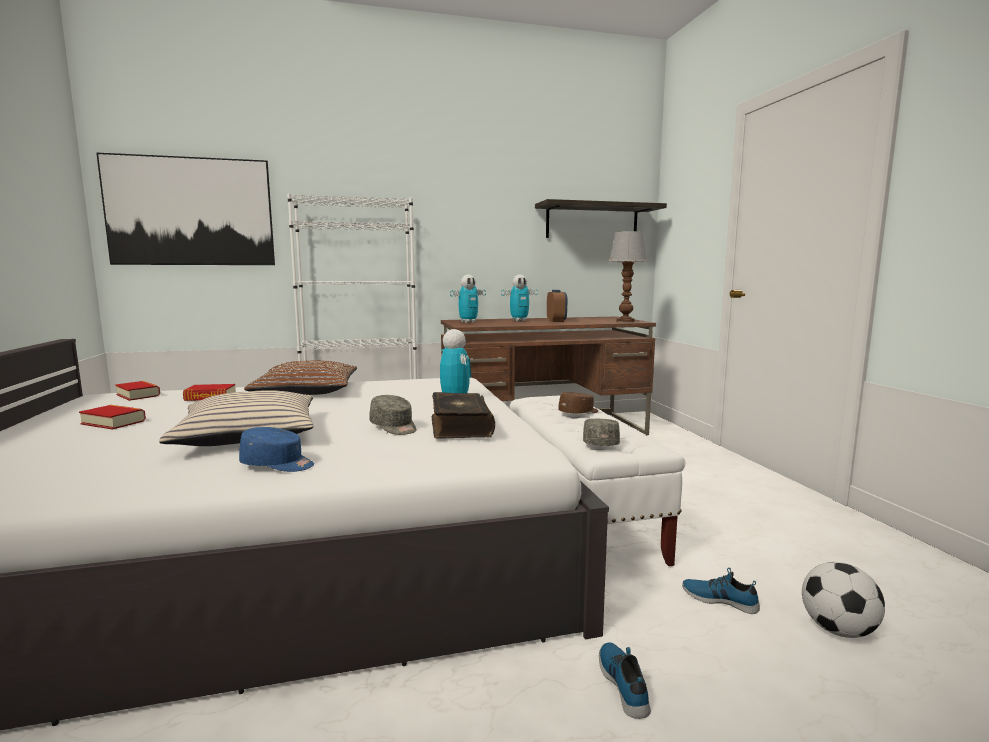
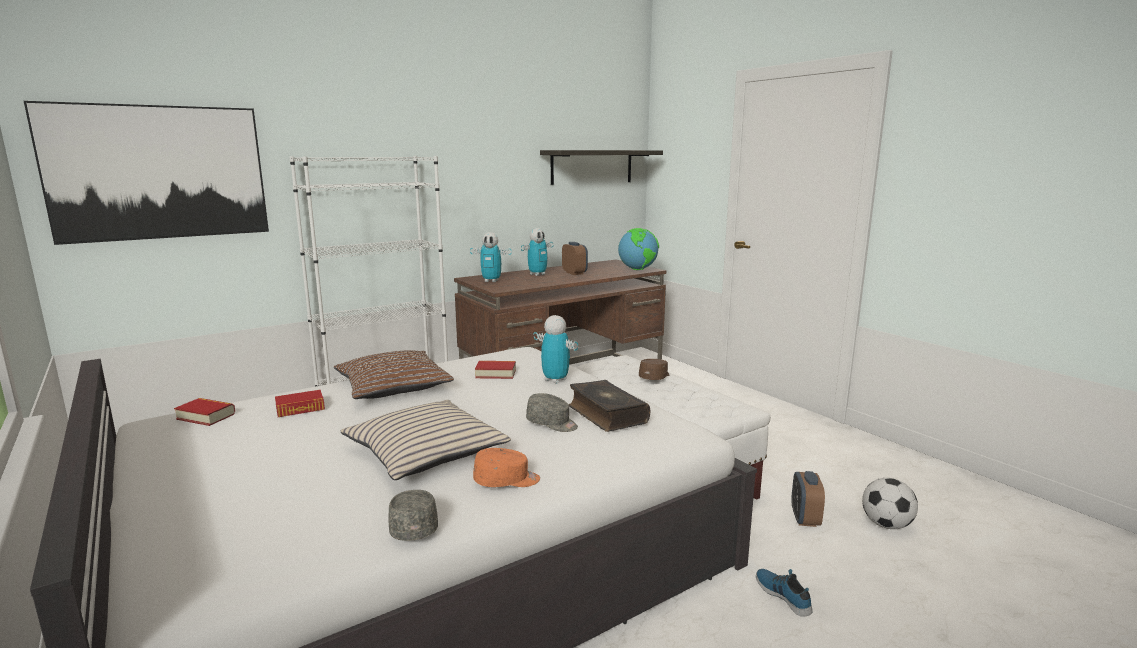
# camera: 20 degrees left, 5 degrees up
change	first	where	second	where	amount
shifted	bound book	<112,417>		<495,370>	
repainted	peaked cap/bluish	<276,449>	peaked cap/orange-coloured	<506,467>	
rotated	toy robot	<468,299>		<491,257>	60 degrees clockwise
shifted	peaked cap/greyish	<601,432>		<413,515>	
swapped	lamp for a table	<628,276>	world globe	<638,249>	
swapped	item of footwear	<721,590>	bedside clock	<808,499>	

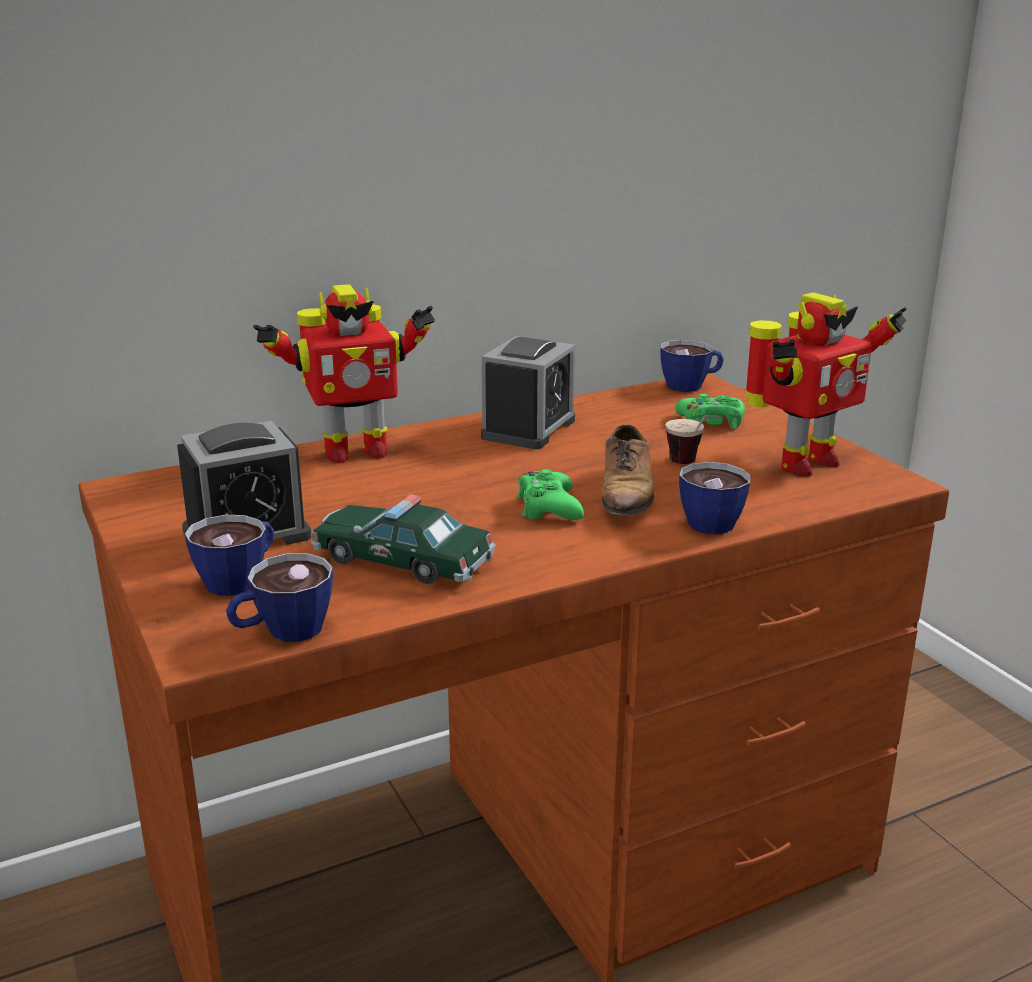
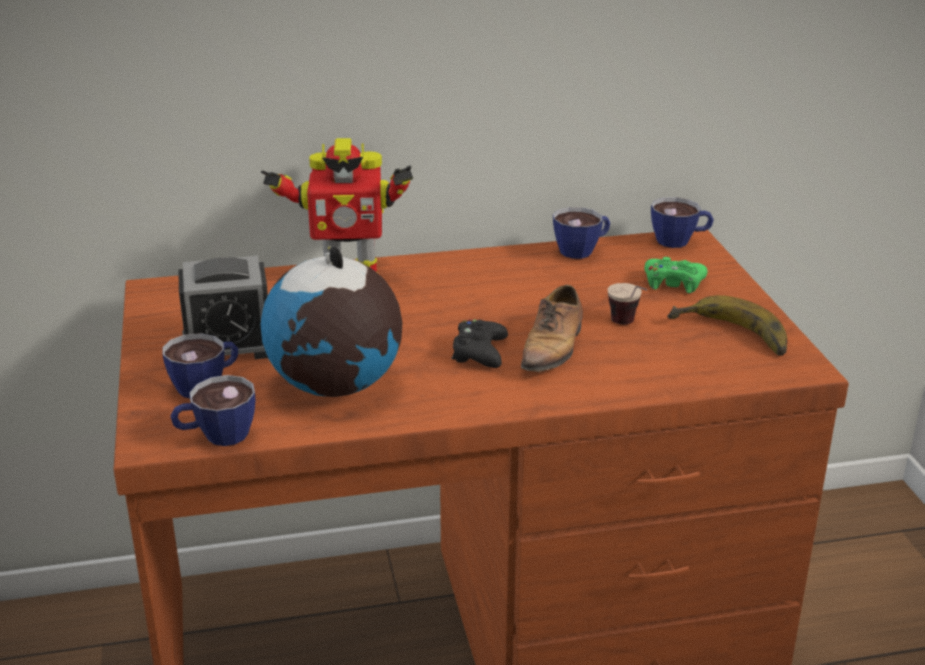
# camera: 15 degrees right, 5 degrees up
change	first	where	second	where	amount
swapped	toy car	<403,539>	world globe	<331,321>	
gone	bedside clock	<528,392>			
repainted	joypad/green	<550,494>	joypad/black-coloured	<479,343>	
shifted	drinking cup	<715,498>		<581,233>	
swapped	toy robot	<825,384>	whole banana	<727,325>	

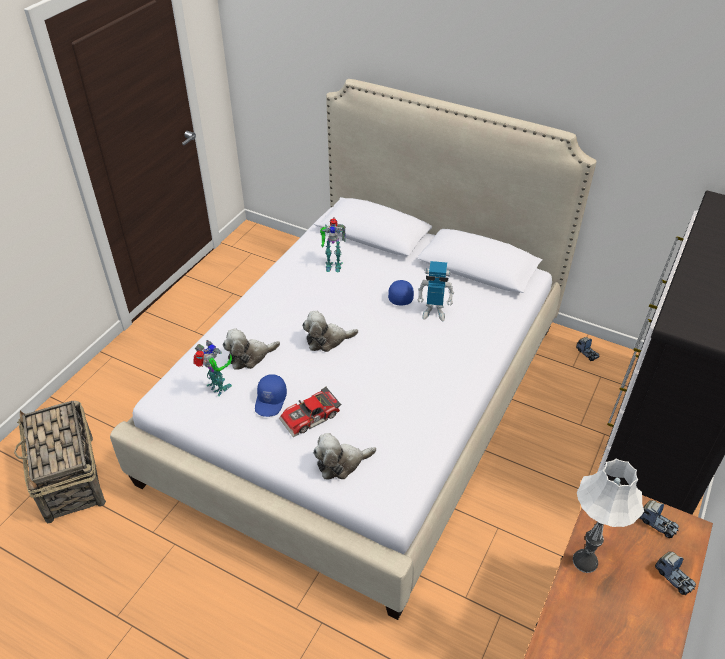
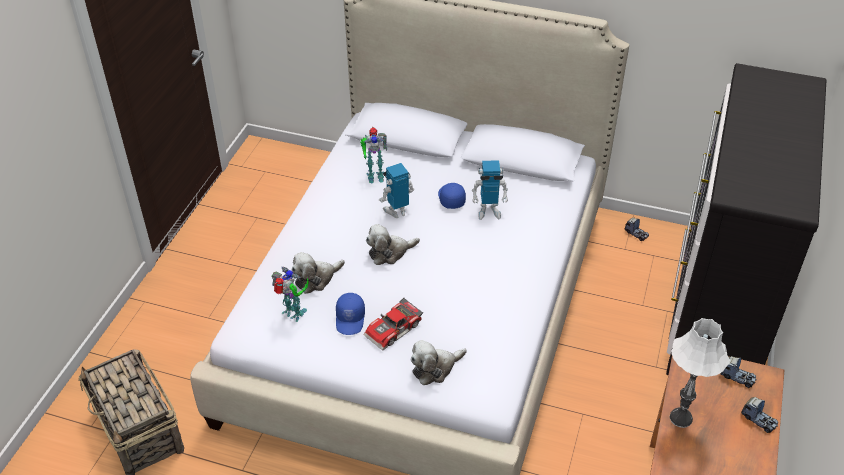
# camera: 10 degrees left, 0 degrees up
change	first	where	second	where	amount
new			toy robot	<397,190>	

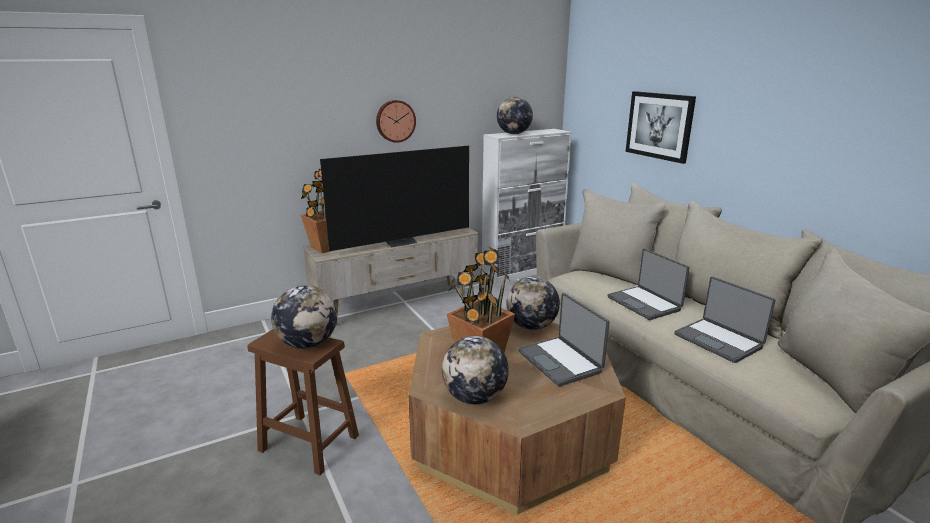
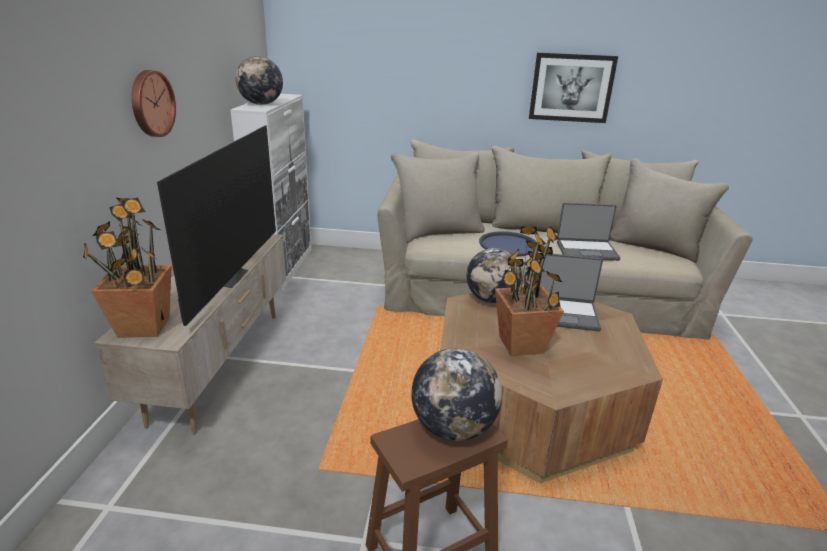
# camera: 55 degrees left, 5 degrees up
change	first	where	second	where	amount
gone	world globe	<475,370>			
swapped	laptop	<648,284>	tray/bluish	<508,243>	
shifted	wall art	<661,127>		<573,88>	

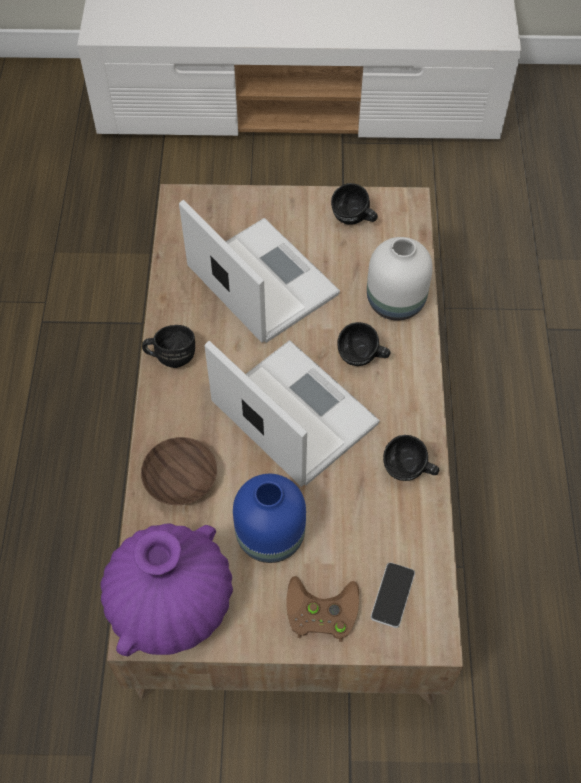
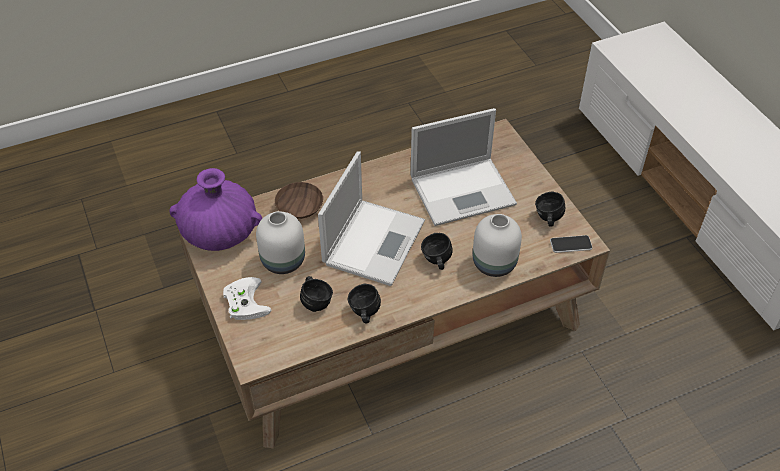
# camera: 65 degrees right, 10 degrees down
change	first	where	second	where	amount
shifted	coffee mug/black-coloured	<168,346>		<316,294>	
rotated	laptop	<259,271>		<464,167>	45 degrees clockwise
repainted	vase/bluish	<269,518>	vase/whitish	<280,242>	
repainted	joypad/brown	<322,609>	joypad/whitish	<247,298>	
shifted	phone	<393,595>		<571,244>	

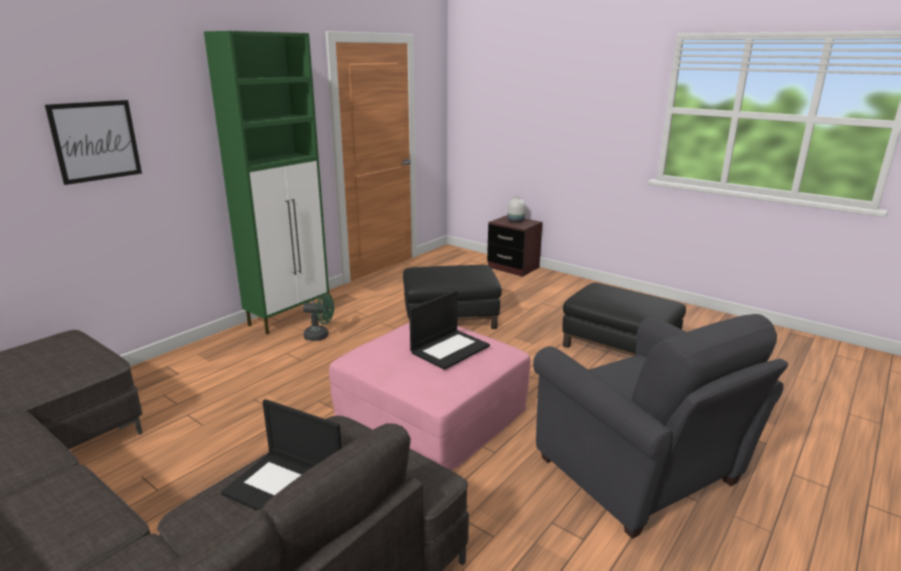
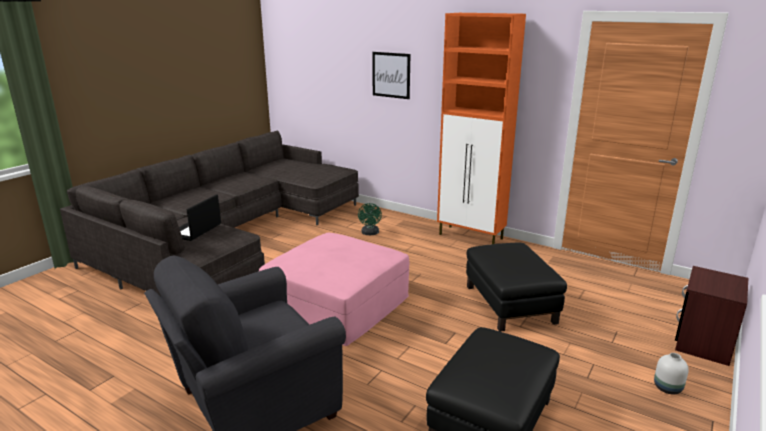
# camera: 85 degrees right, 0 degrees up
change	first	where	second	where	amount
repainted	storage cabinet/green	<266,183>	storage cabinet/orange-coloured	<481,128>	
shifted	electric fan/green	<318,317>		<370,219>	
gone	laptop	<449,330>			
shifted	vase/whitish	<516,209>		<671,374>	

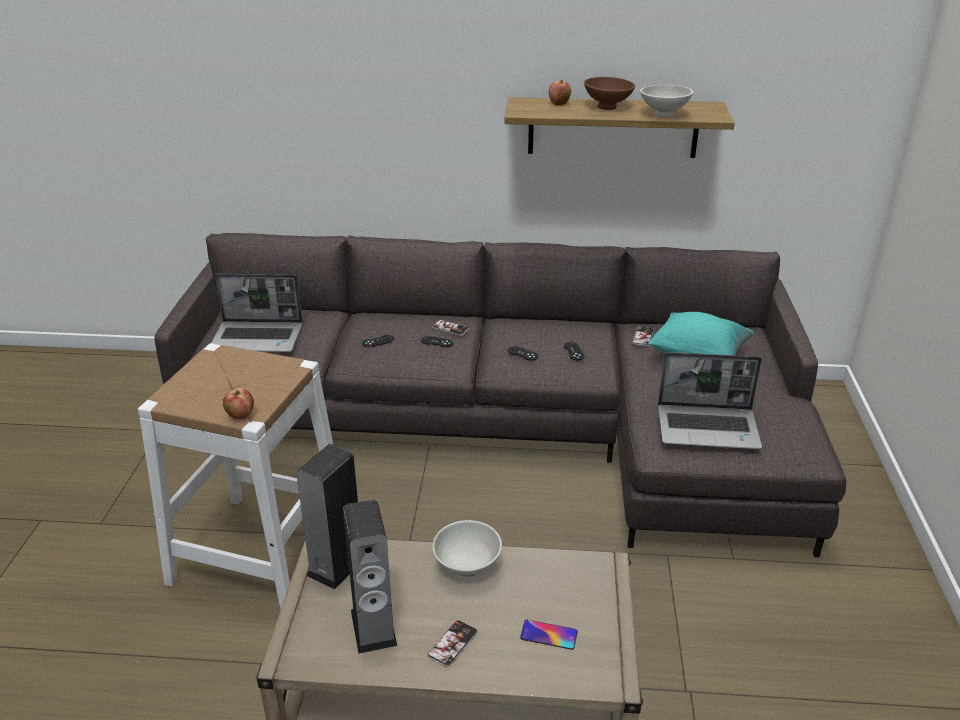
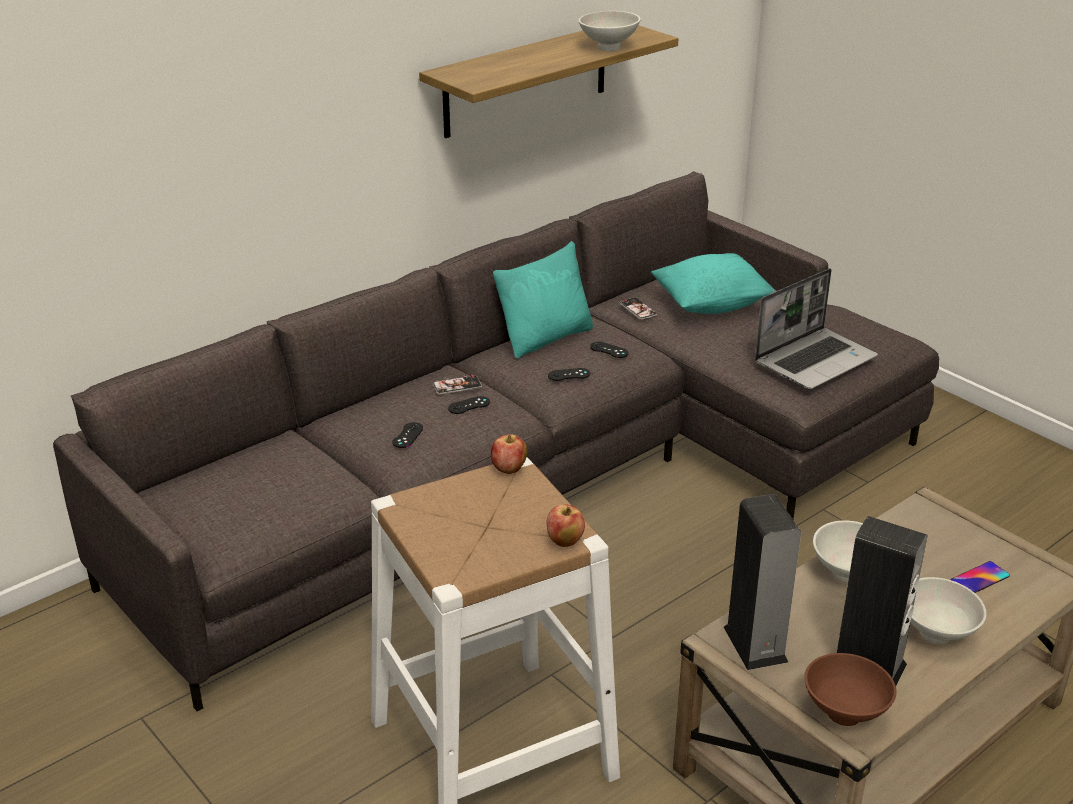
# camera: 45 degrees left, 0 degrees up
change	first	where	second	where	amount
gone	laptop	<257,313>			
swapped	phone	<452,643>	bowl/whitish	<948,610>	
shifted	apple fruit	<560,93>		<509,454>	
shifted	bowl/brown	<609,93>		<850,689>	
new			cushion/turquoise	<543,299>	

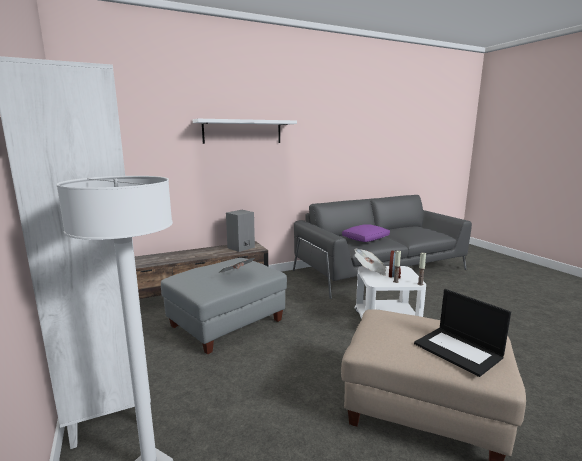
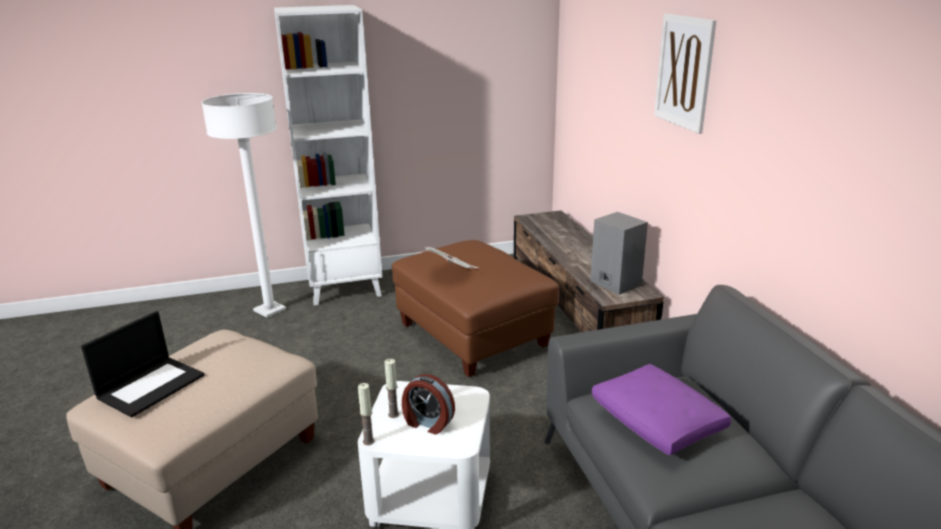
# camera: 100 degrees right, 10 degrees up
change	first	where	second	where	amount
repainted	footrest/greyish	<224,306>	footrest/brown	<475,308>	
swapped	shelf/whitish	<245,131>	wall art	<685,73>	
gone	daily paper	<370,262>			
rotated	laptop	<462,333>		<142,364>	150 degrees clockwise

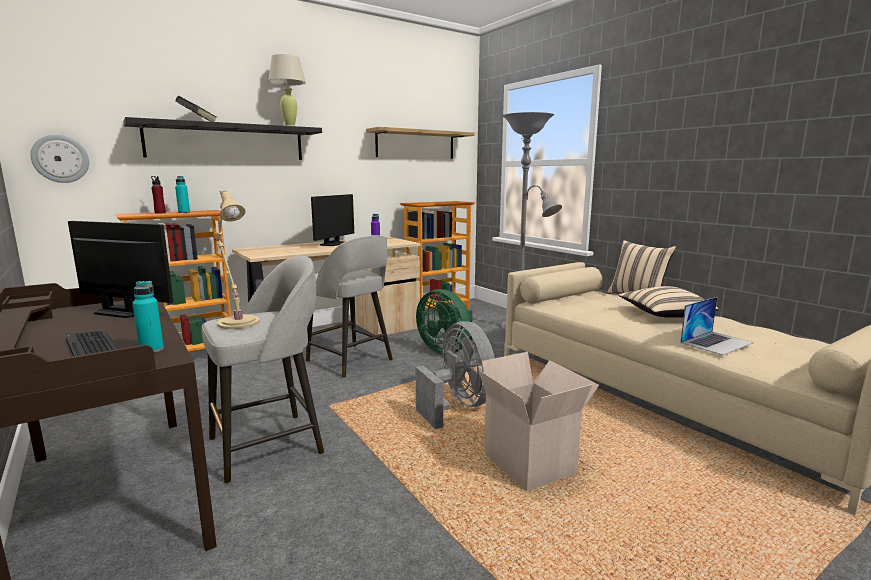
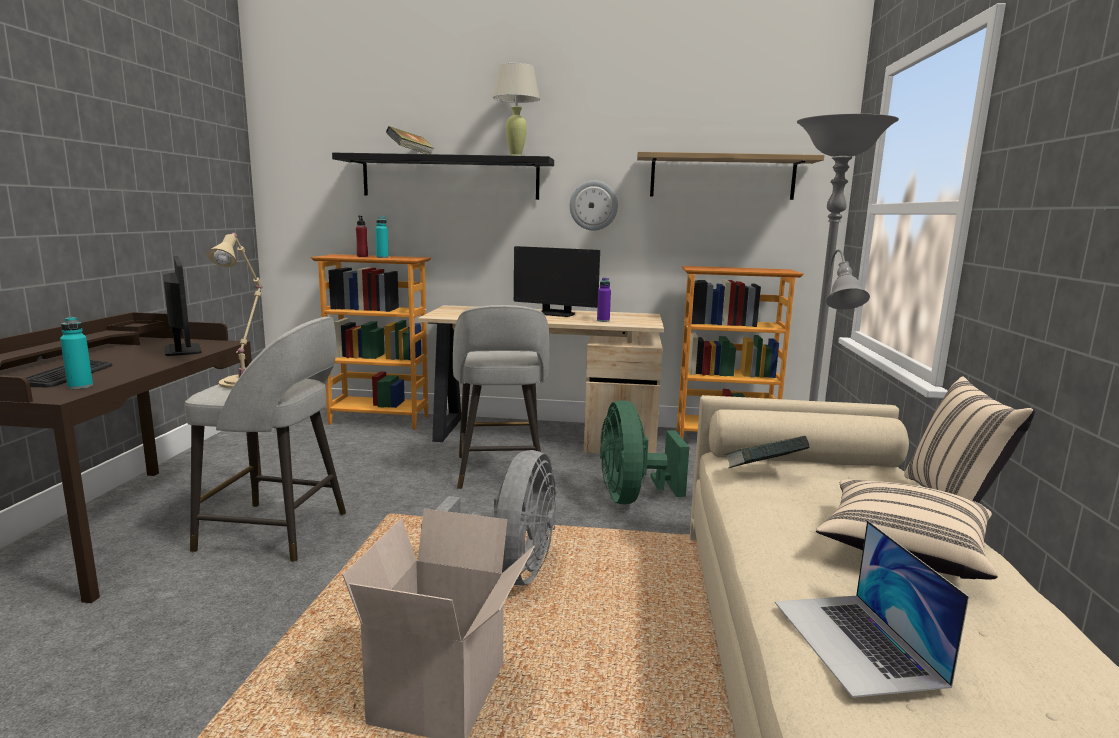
# camera: 40 degrees right, 0 degrees up
change	first	where	second	where	amount
shifted	hanging clock	<59,159>		<594,206>	
rotated	computer screen	<332,220>		<557,281>	45 degrees clockwise
rotated	laptop	<717,326>		<872,609>	75 degrees clockwise
new			bound book	<767,452>	

